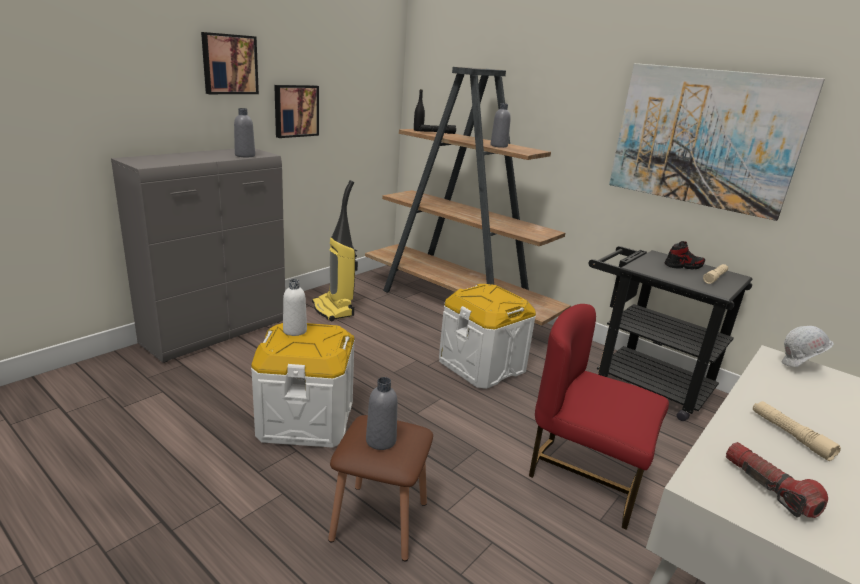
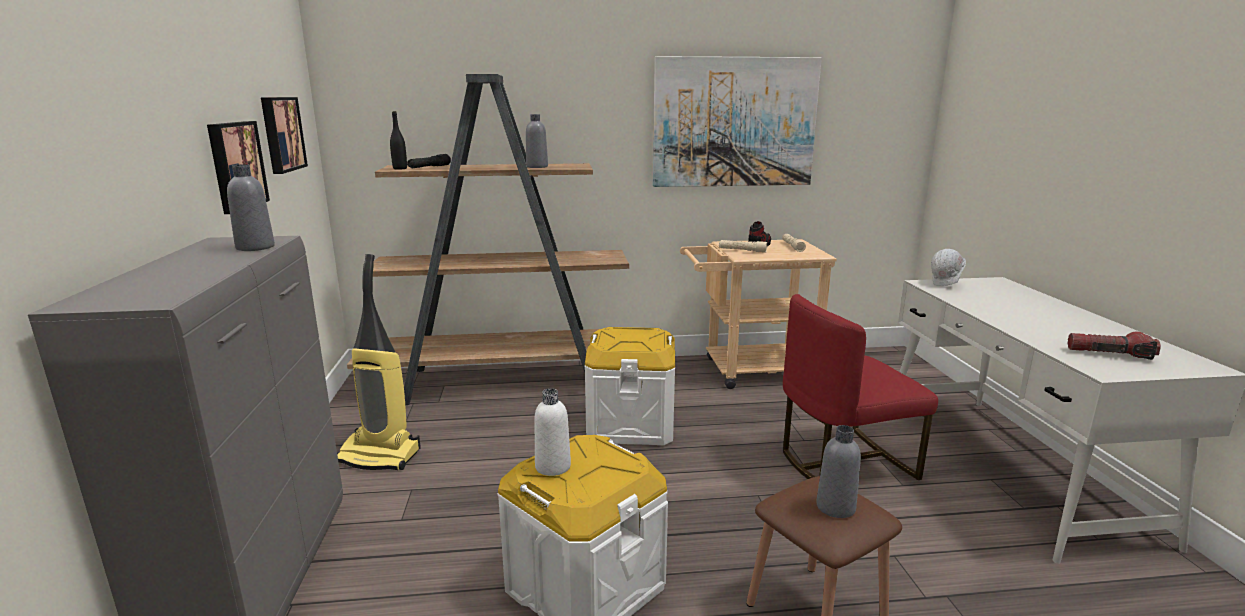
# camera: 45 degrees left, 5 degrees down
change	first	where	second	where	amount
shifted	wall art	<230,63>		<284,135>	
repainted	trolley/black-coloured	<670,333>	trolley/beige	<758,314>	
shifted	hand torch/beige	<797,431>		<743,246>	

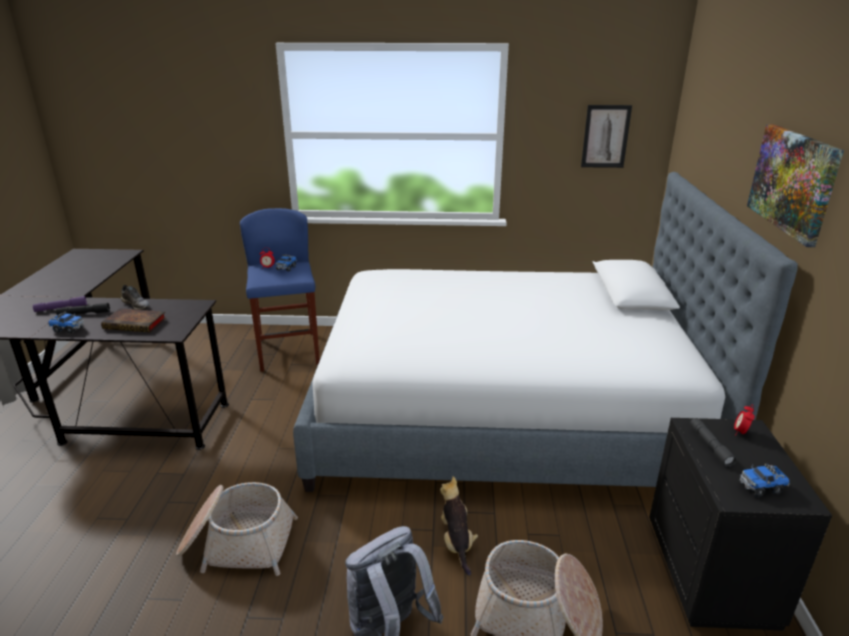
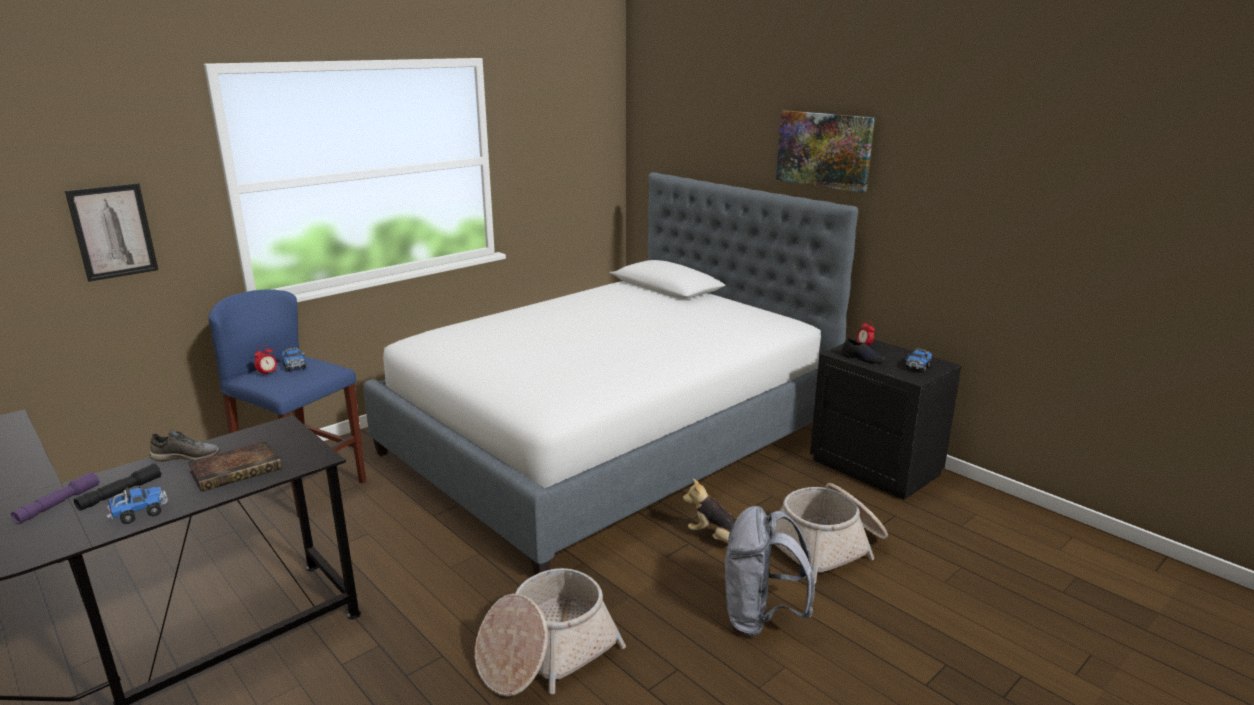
# camera: 45 degrees left, 5 degrees down
change	first	where	second	where	amount
shifted	wall art	<606,136>		<111,232>	
swapped	hand torch/greyish	<713,442>	item of footwear/black-coloured	<864,351>	

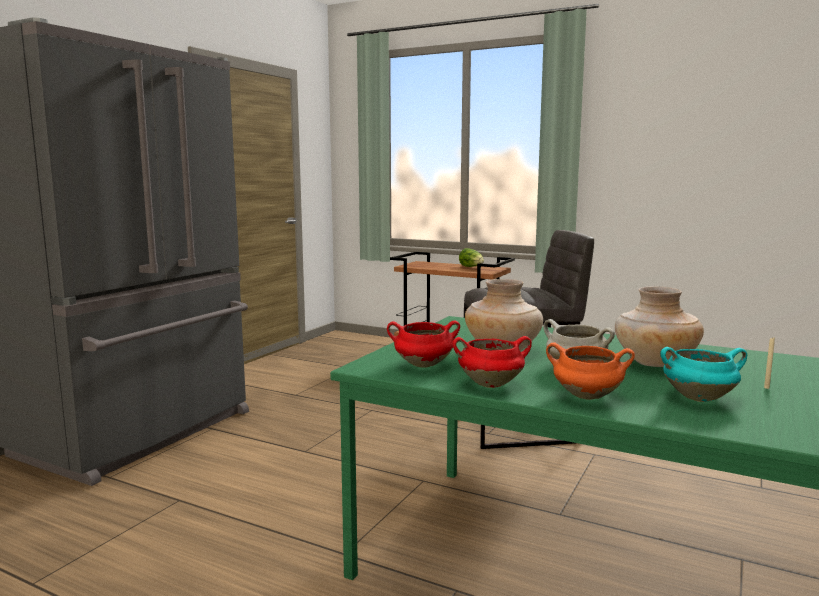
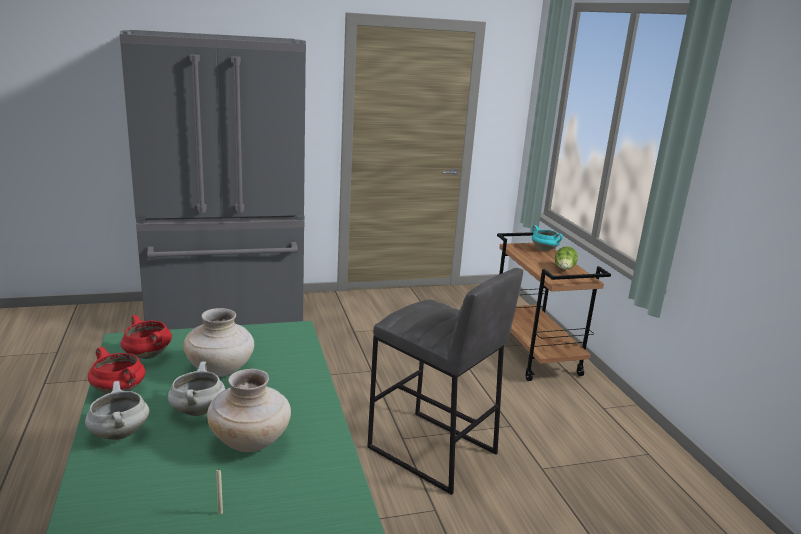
# camera: 45 degrees right, 10 degrees up
change	first	where	second	where	amount
repainted	cooking pot/orange-coloured	<590,371>	cooking pot/whitish	<117,410>	
shifted	cooking pot/turquoise	<703,374>		<547,238>	

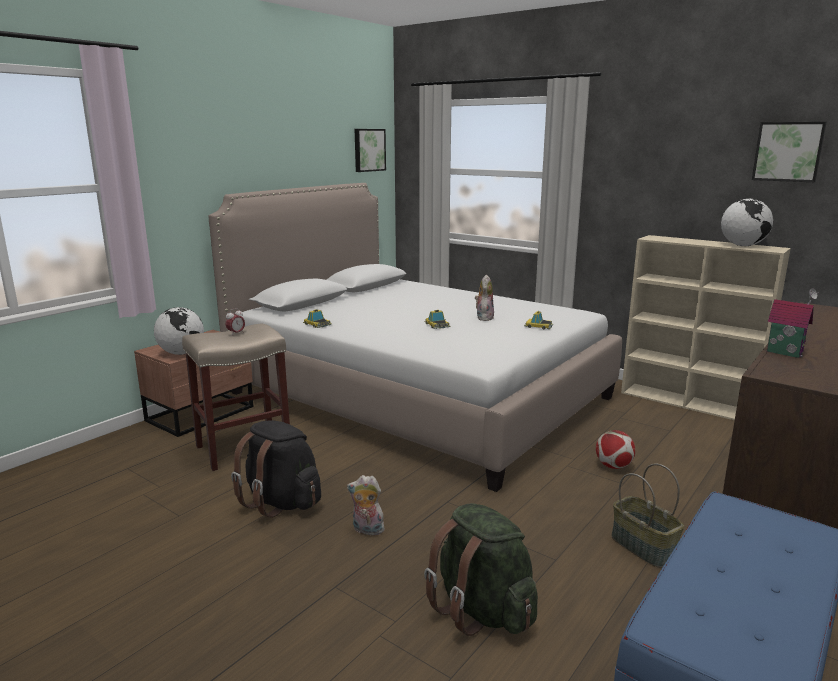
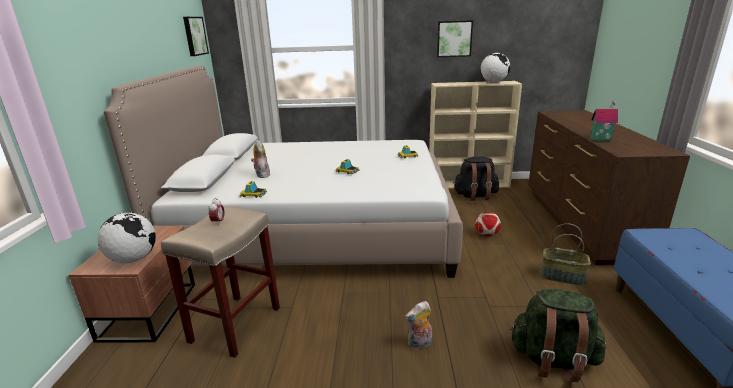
# camera: 35 degrees left, 5 degrees up
change	first	where	second	where	amount
shifted	knapsack/black-coloured	<276,469>		<476,178>	
shifted	soft toy	<484,297>		<260,159>	
shifted	wall art	<789,152>		<455,38>	

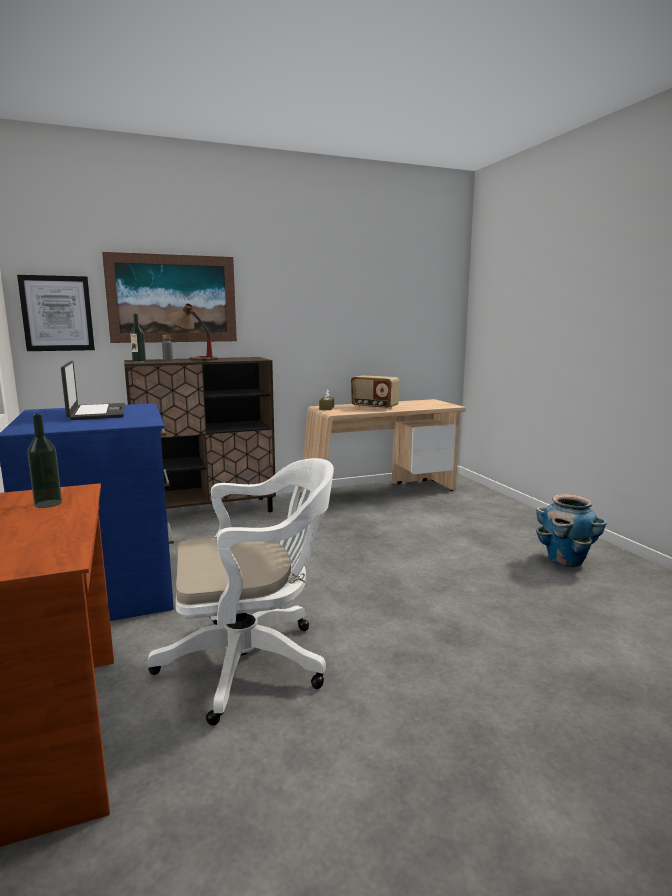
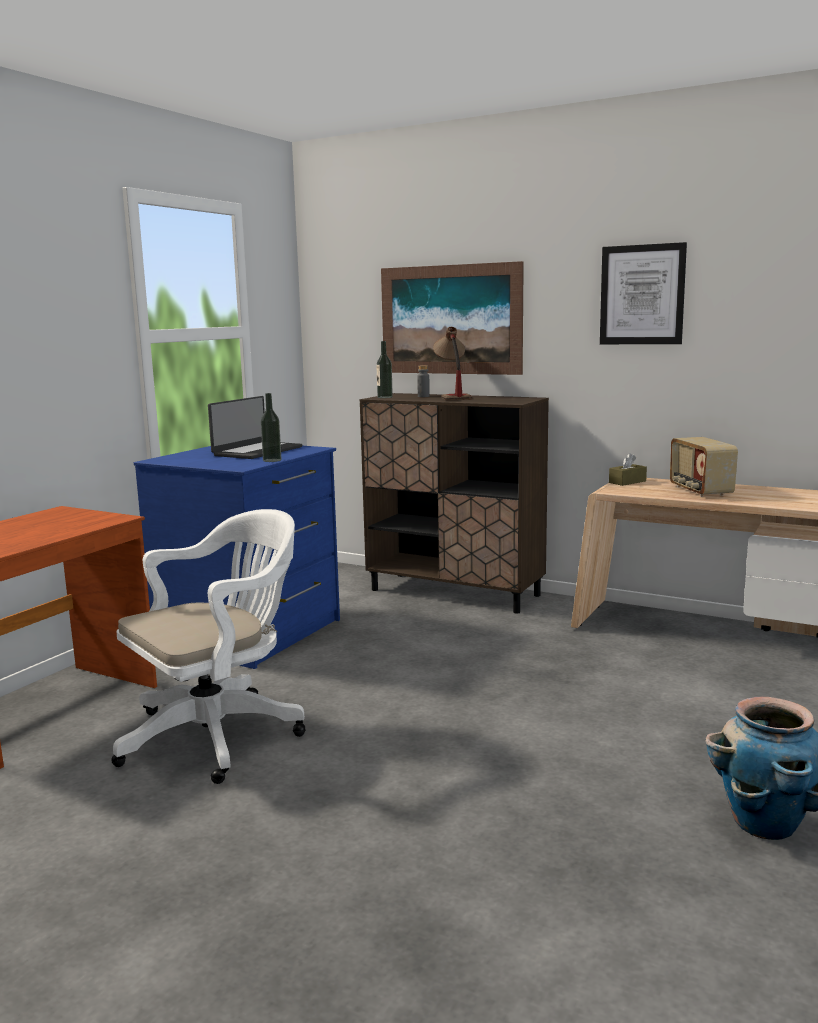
# camera: 50 degrees right, 0 degrees up
change	first	where	second	where	amount
shifted	wall art	<56,313>		<643,293>	
shifted	drink bottle	<44,461>		<271,427>	
rotated	computer chair/whitish	<241,592>		<208,646>	75 degrees counterclockwise

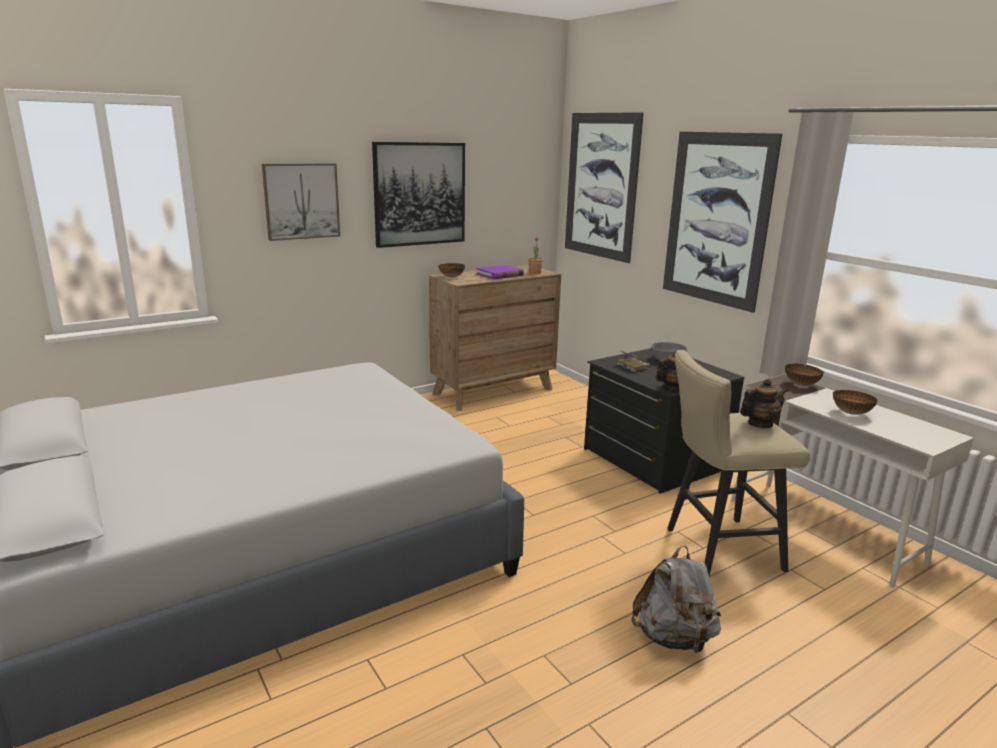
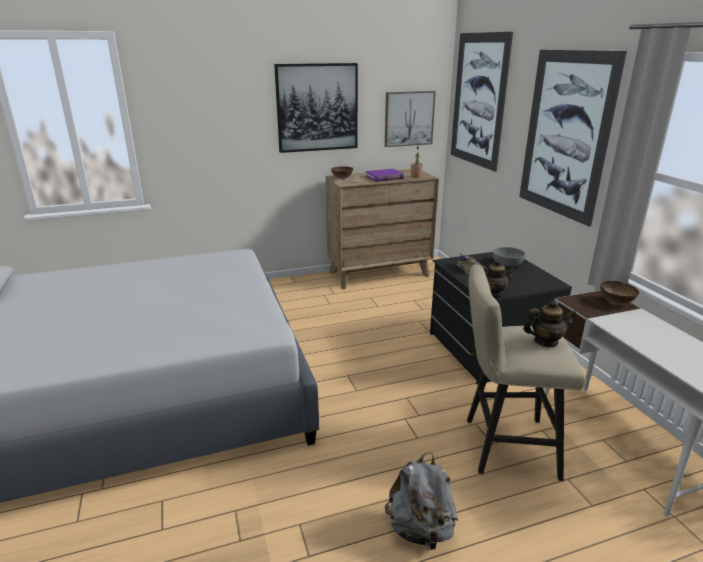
# camera: 15 degrees right, 5 degrees up
change	first	where	second	where	amount
shifted	wall art	<301,202>		<410,119>	
gone	bowl	<855,402>			

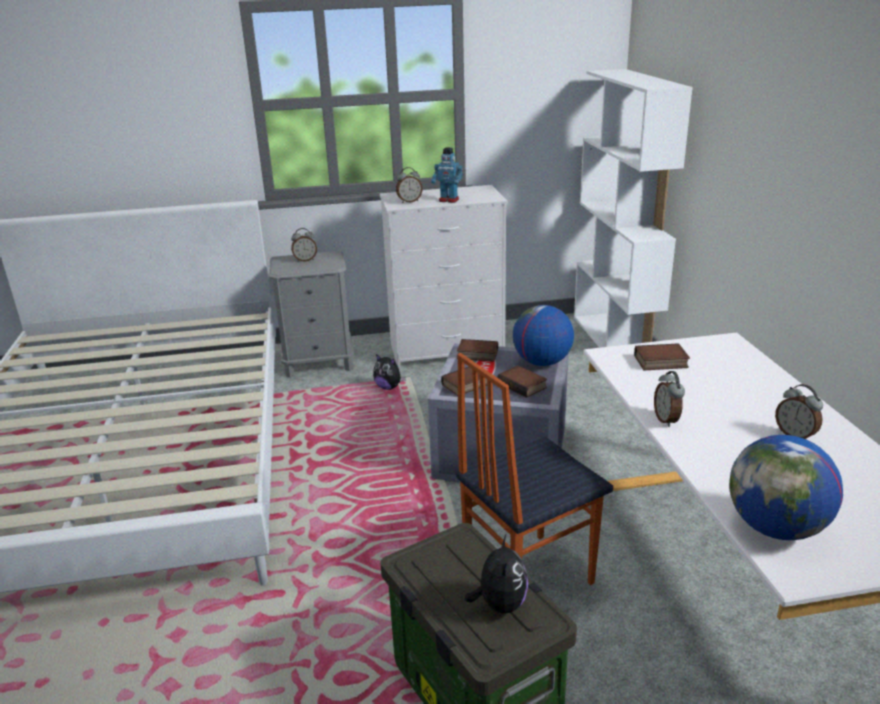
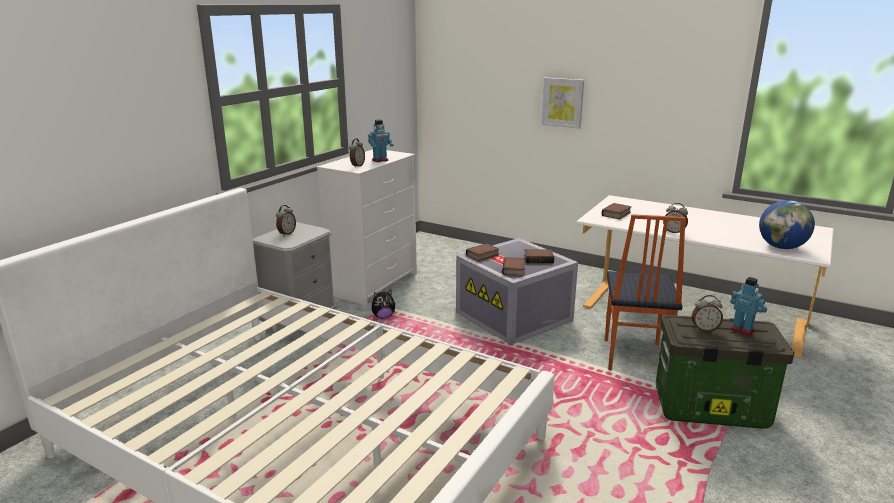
# camera: 50 degrees left, 5 degrees down
change	first	where	second	where	amount
swapped	soft toy	<496,574>	toy robot	<748,306>	
gone	world globe	<543,335>			
gone	bookshelf/whitish	<633,208>			
shifted	bedside clock	<799,412>		<707,313>	
new			wall art	<562,103>	

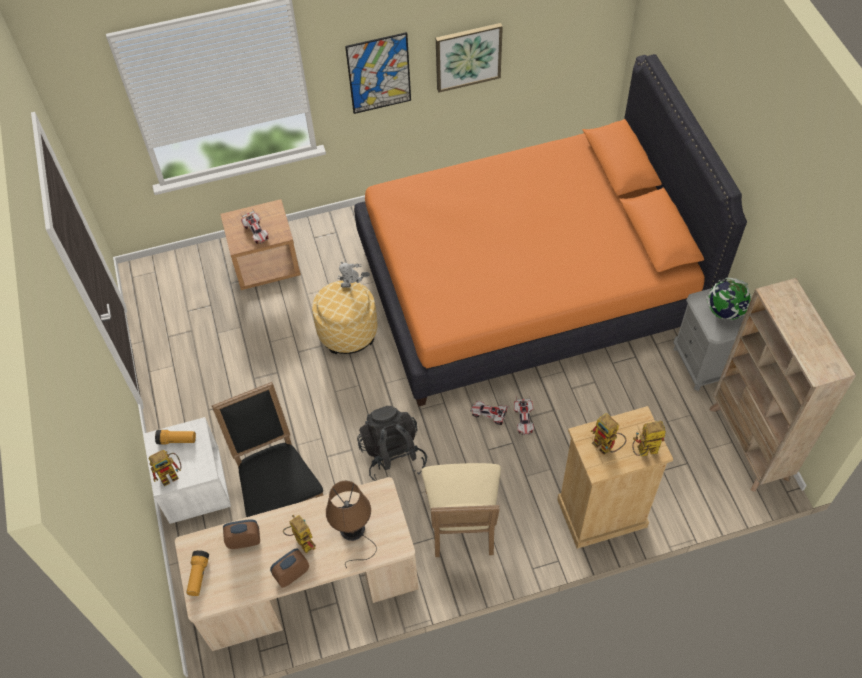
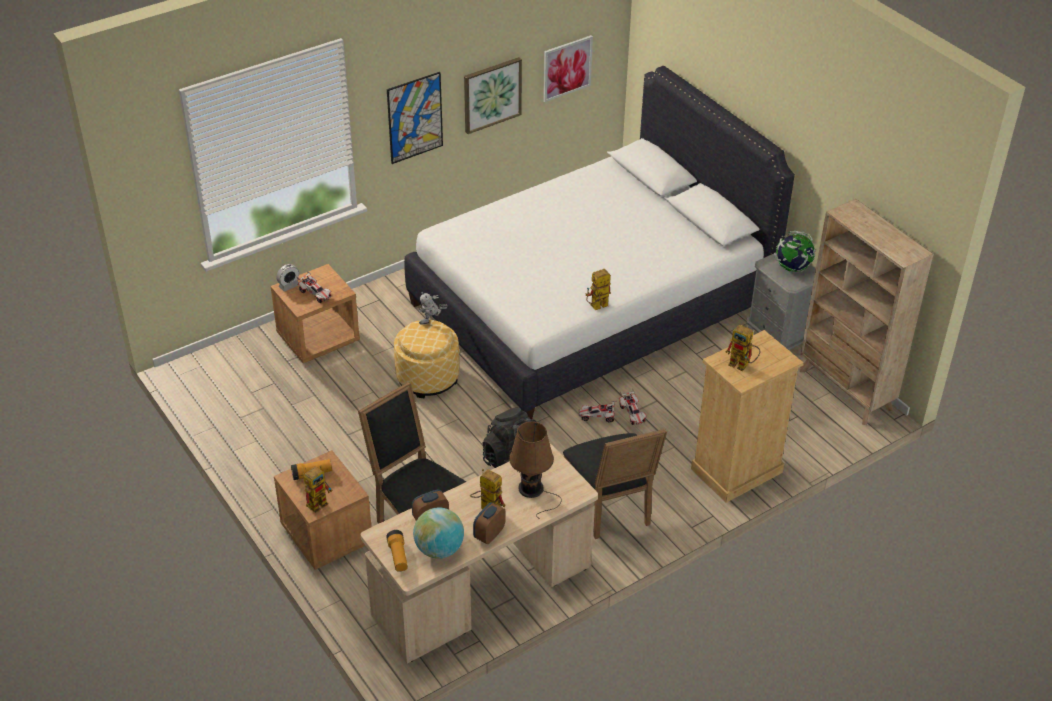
# camera: 20 degrees left, 15 degrees down
change	first	where	second	where	amount
repainted	night table/whitish	<187,470>	night table/brown	<322,510>	
repainted	bedroom bed/orange-coloured	<550,230>	bedroom bed/whitish	<599,242>	
repainted	plain chair/beige	<461,510>	plain chair/black-coloured	<615,484>	
shifted	toy robot	<649,438>		<598,289>	
new			bedside clock	<287,278>	
new			world globe	<438,533>	
new			wall art	<568,68>	

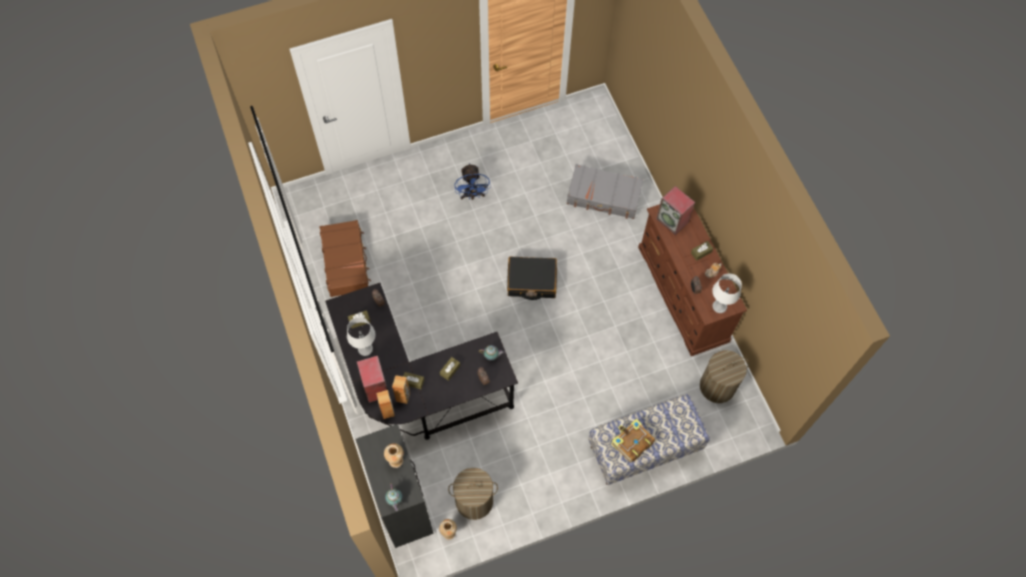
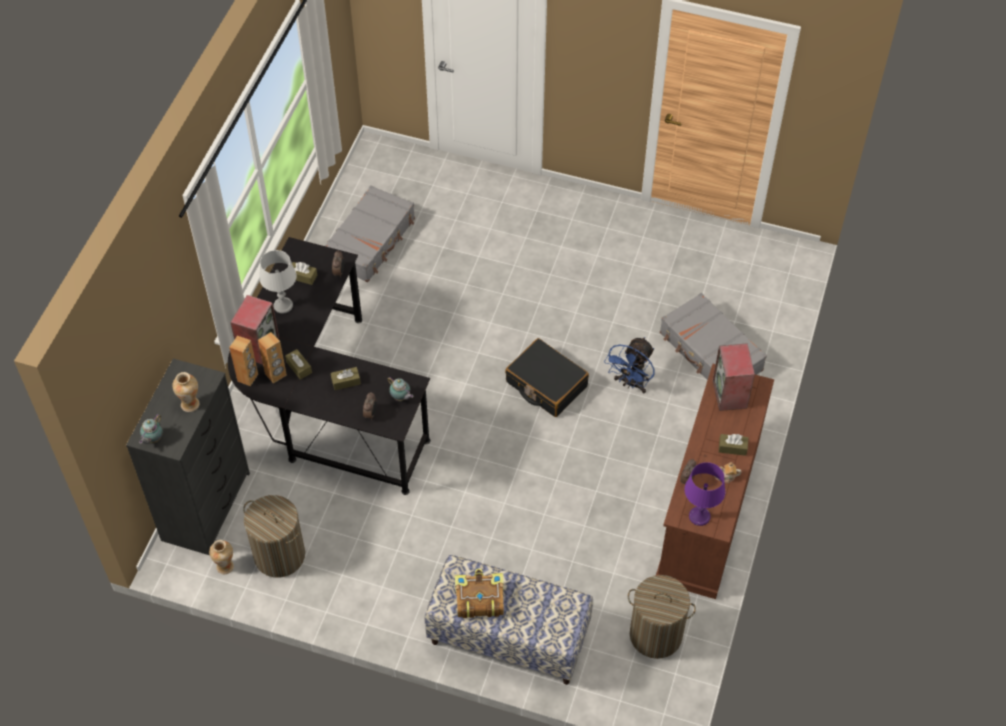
# camera: 40 degrees right, 10 degrees down
change	first	where	second	where	amount
repainted	travel case/brown	<345,258>	travel case/greyish	<370,233>	
shifted	electric fan/bluish	<472,181>		<629,365>	
repainted	lamp for a table/whitish	<727,293>	lamp for a table/purple-coloured	<704,494>	

